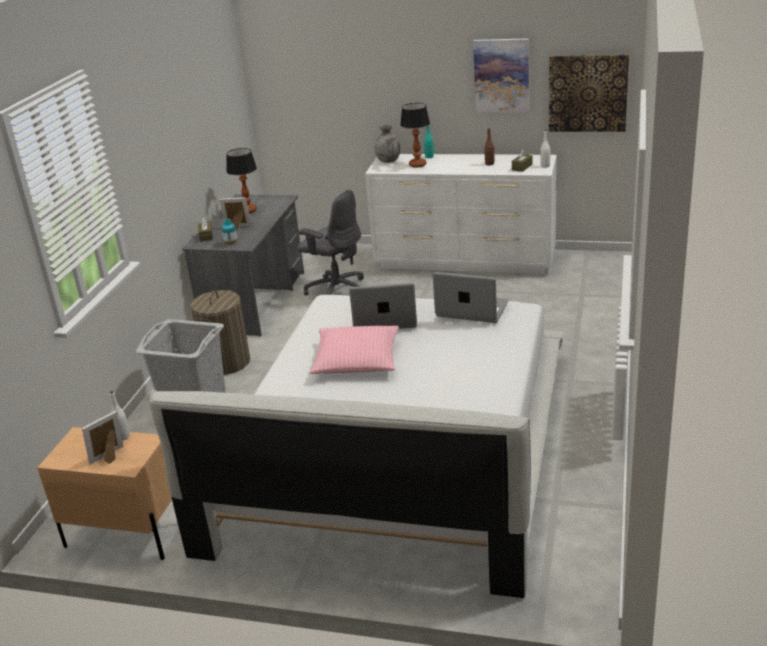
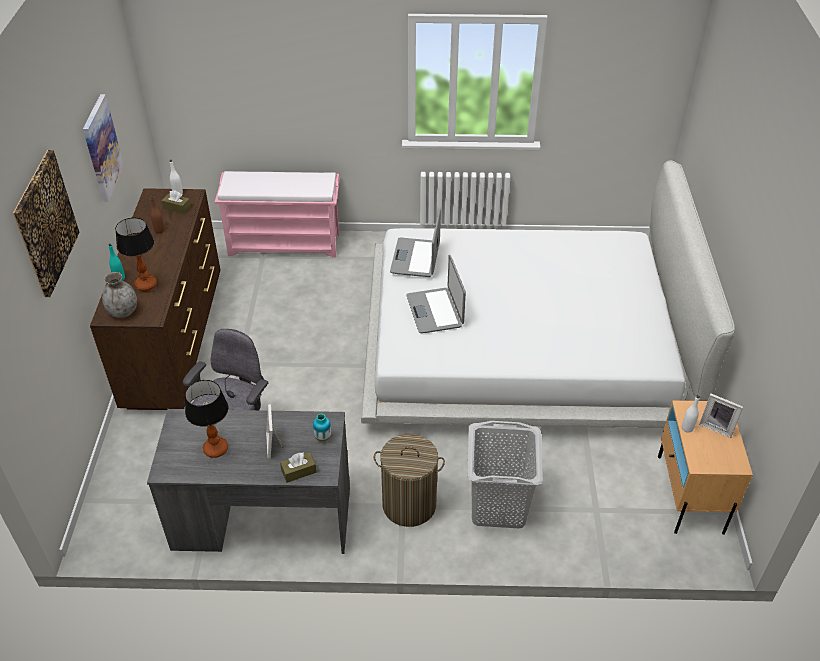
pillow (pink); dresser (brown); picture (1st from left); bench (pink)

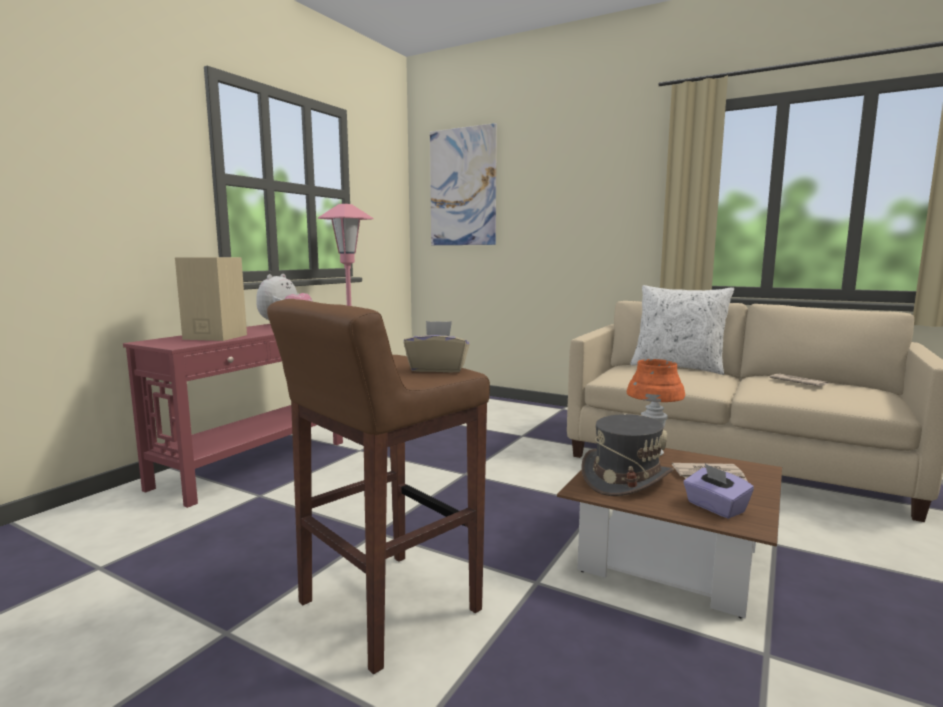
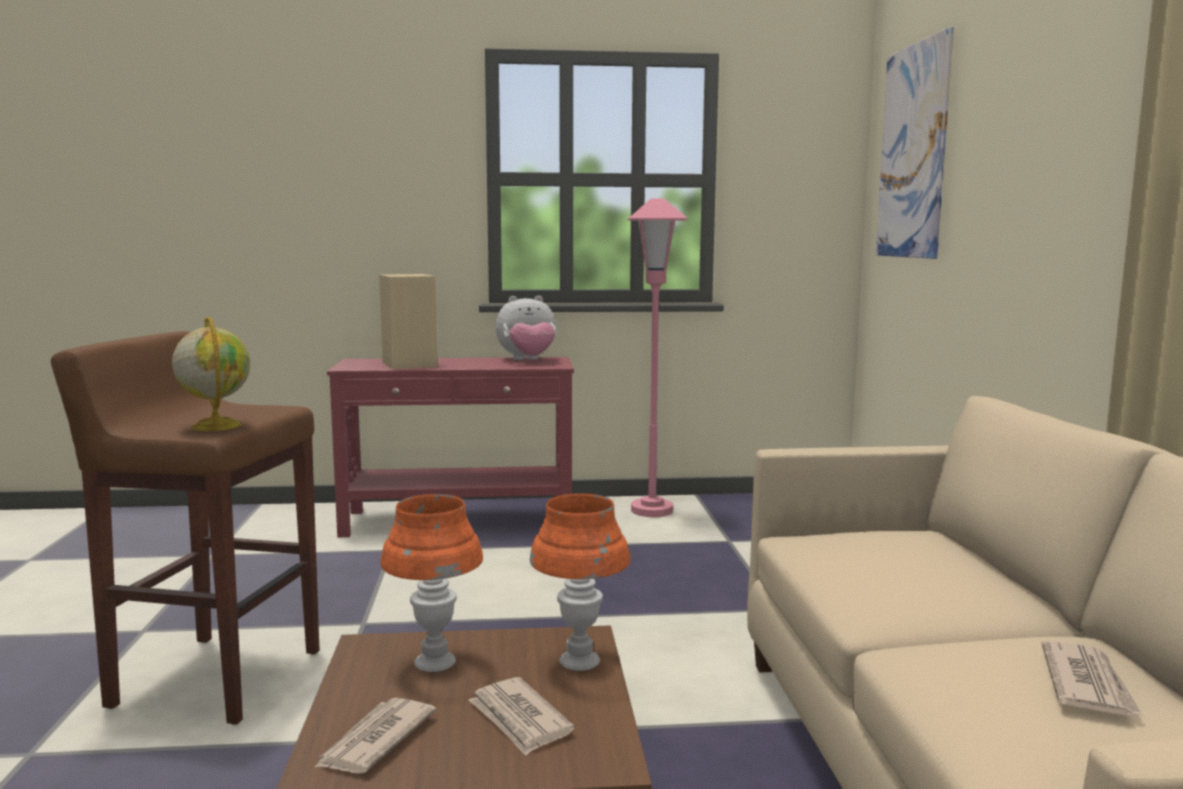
globe; table lamp (orange) (1st from left); pillow (white); newspaper (1st from left)

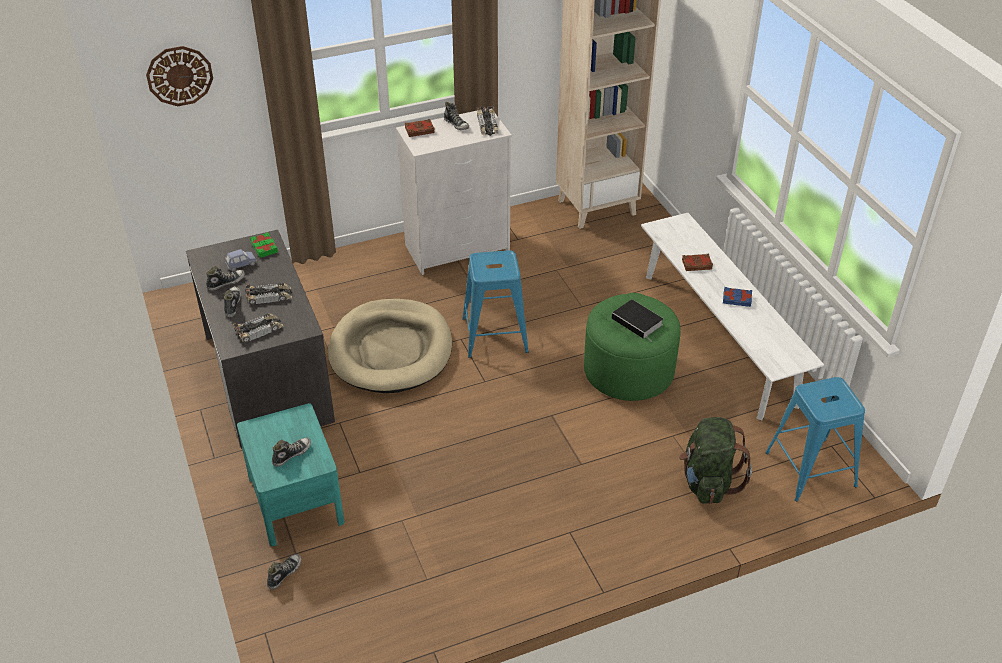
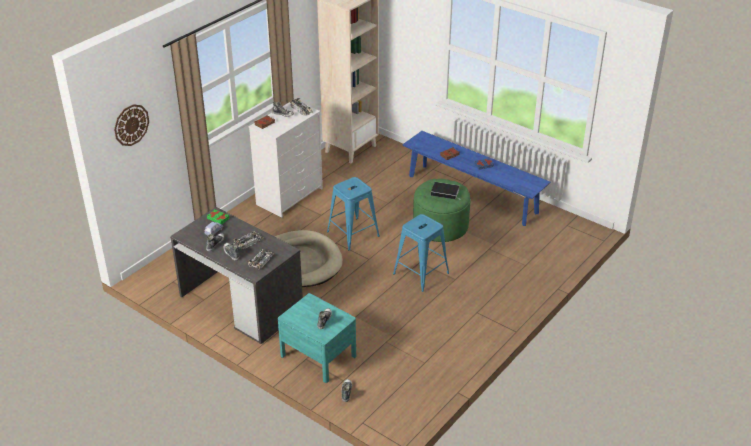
bench (blue); backpack (green); stool (blue) (2nd from left)

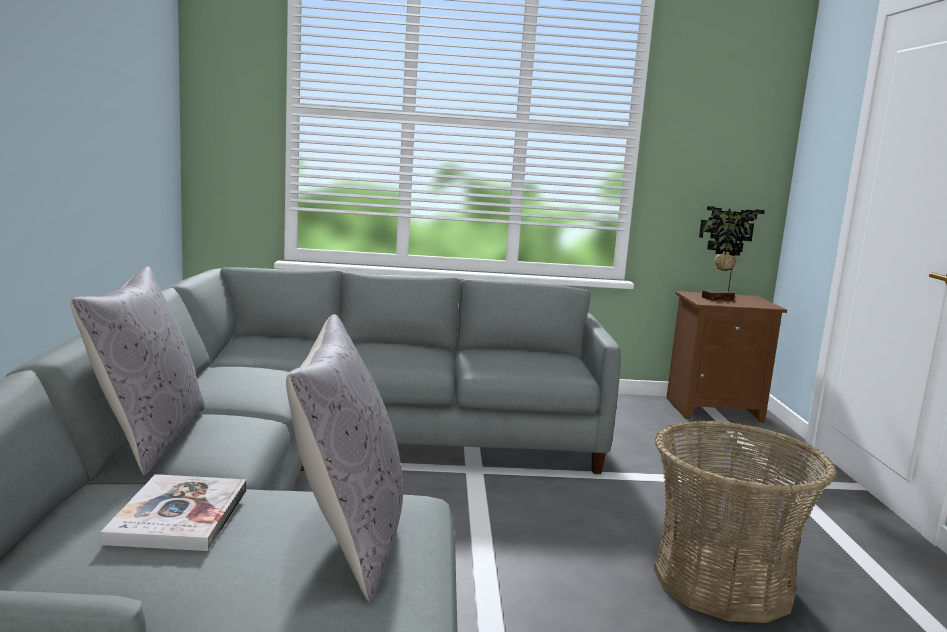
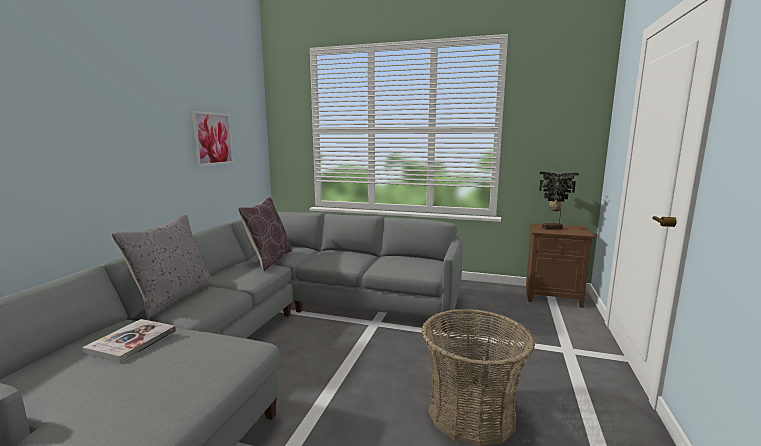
pillow (grey) (2nd from left in the first image); picture; pillow (brown)

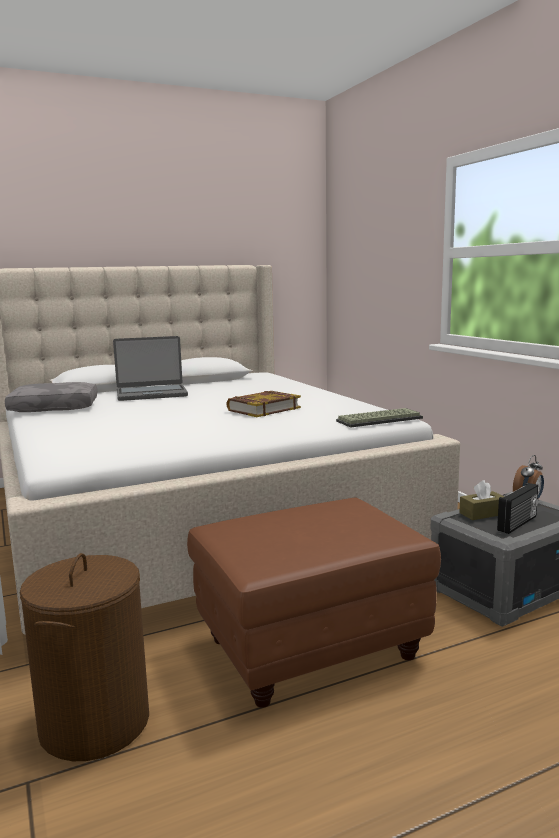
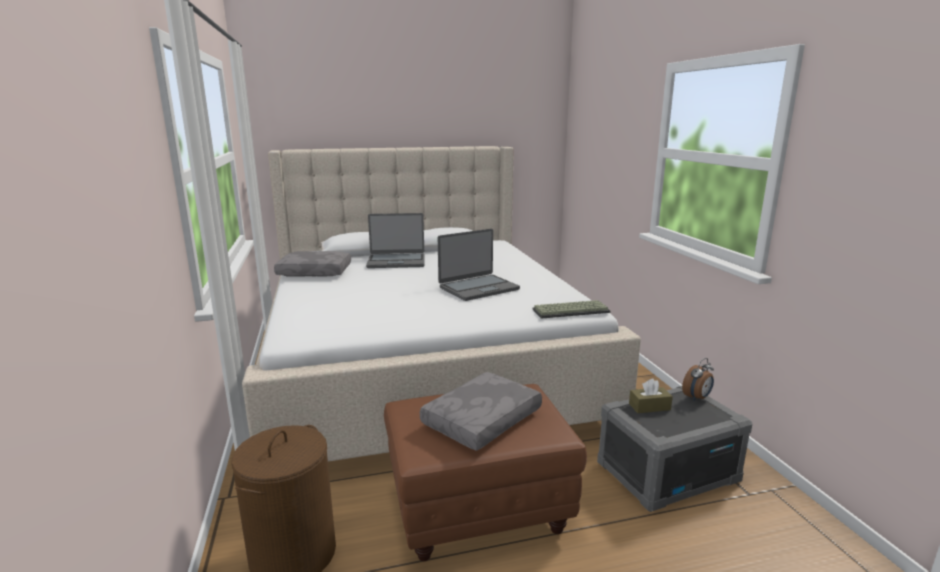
laptop (2nd from left); radio; pillow (grey) (2nd from left)

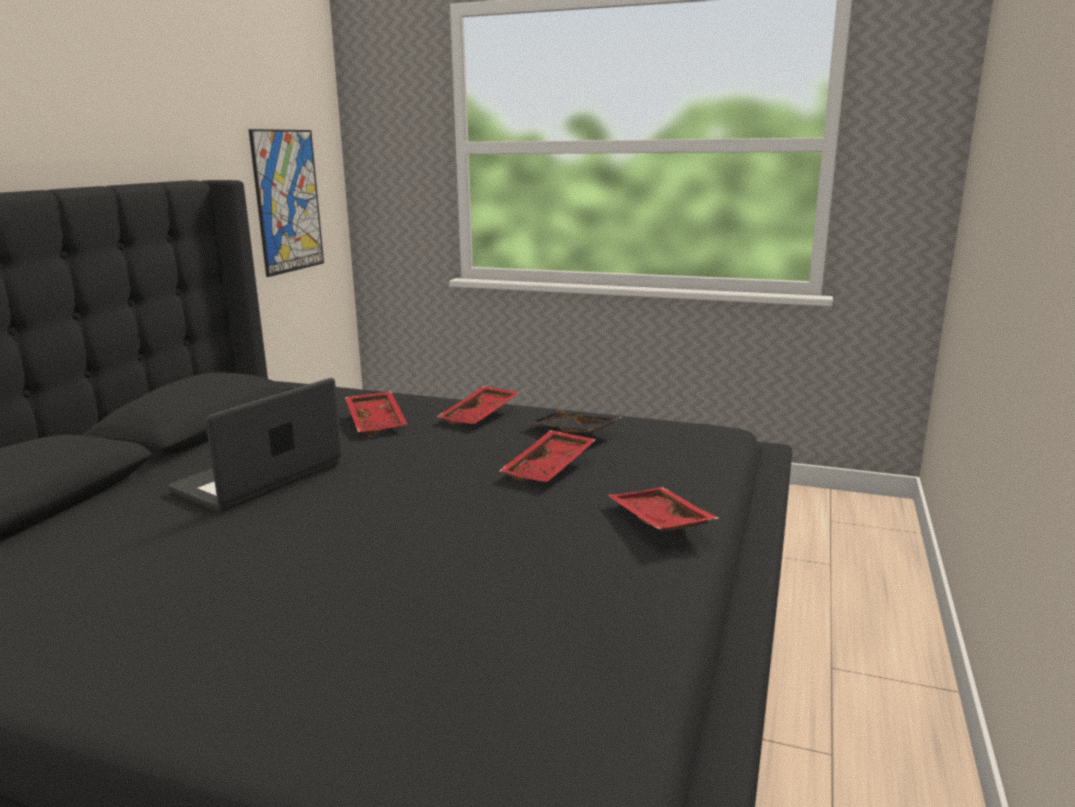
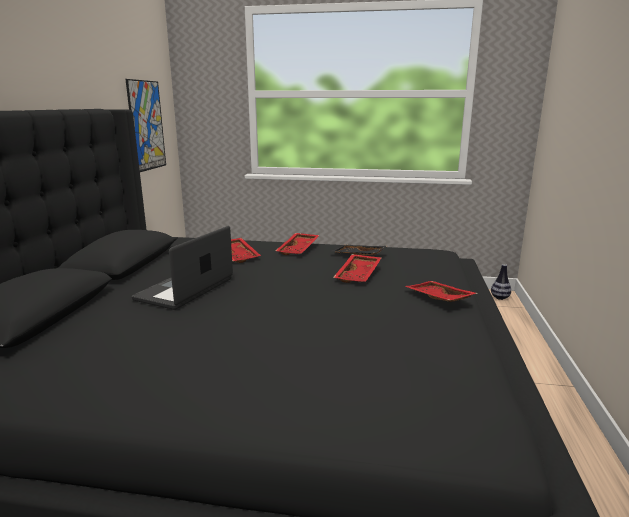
vase

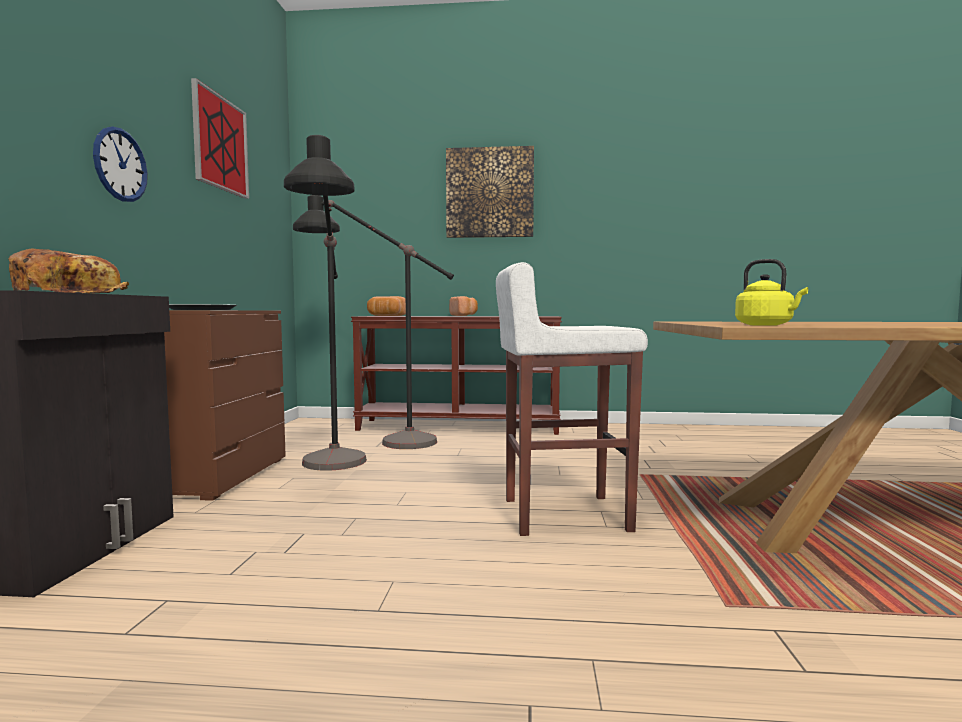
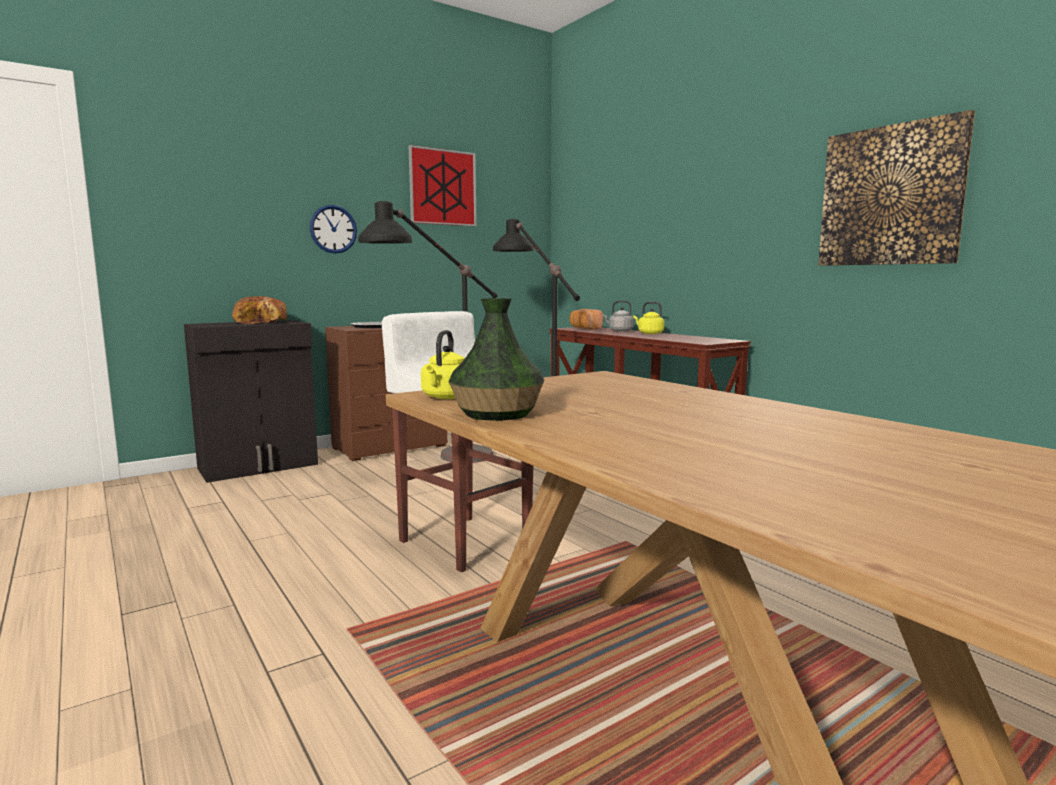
picture (2nd from left); kettle (yellow) (2nd from left); vase; kettle (grey)

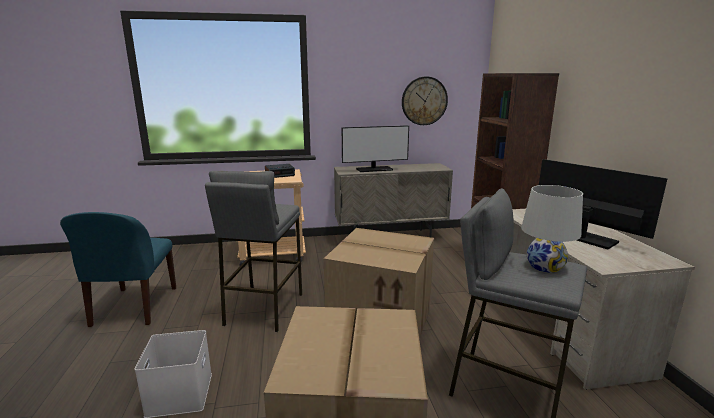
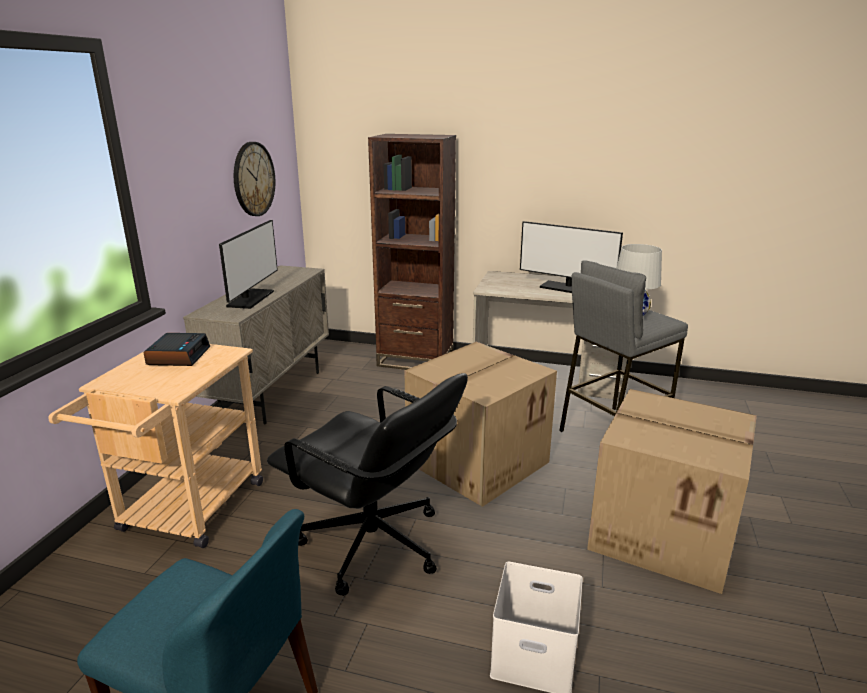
office chair (black); monitor (2nd from left)

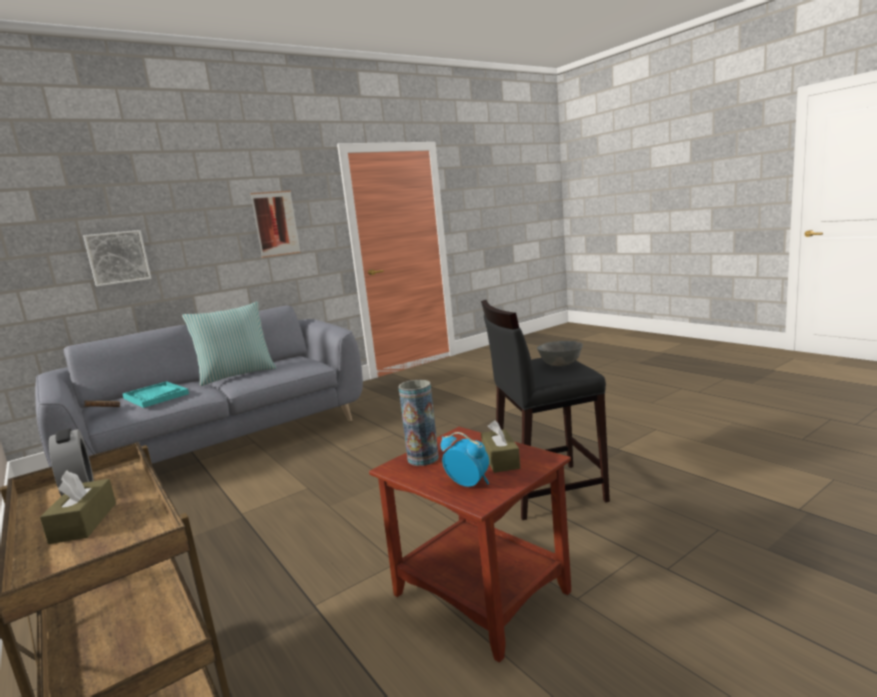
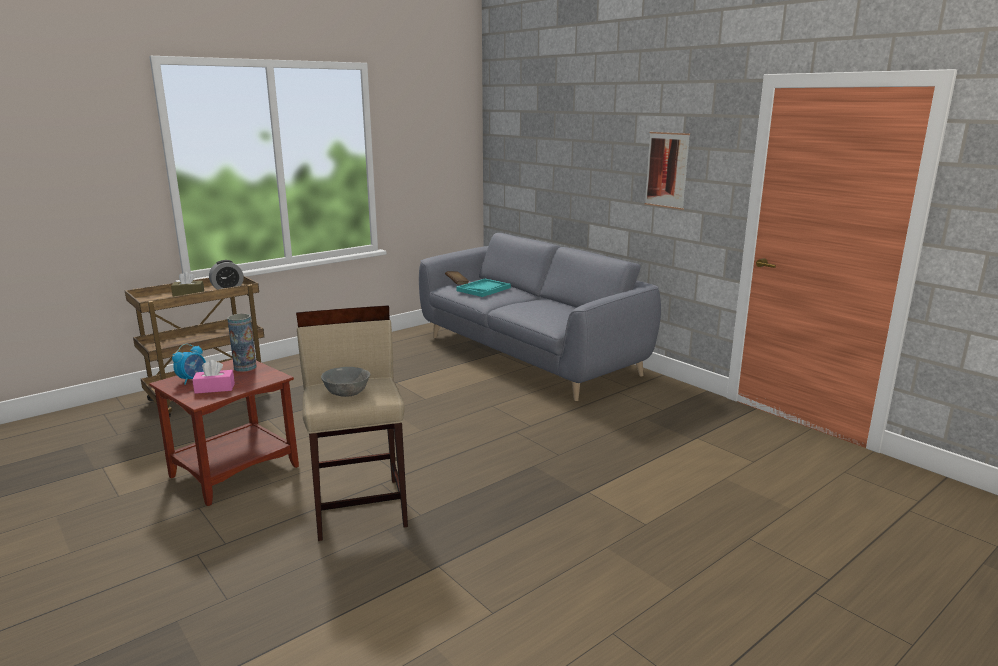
picture (1st from left in the first image); pillow; stool (beige); tissue box (pink)

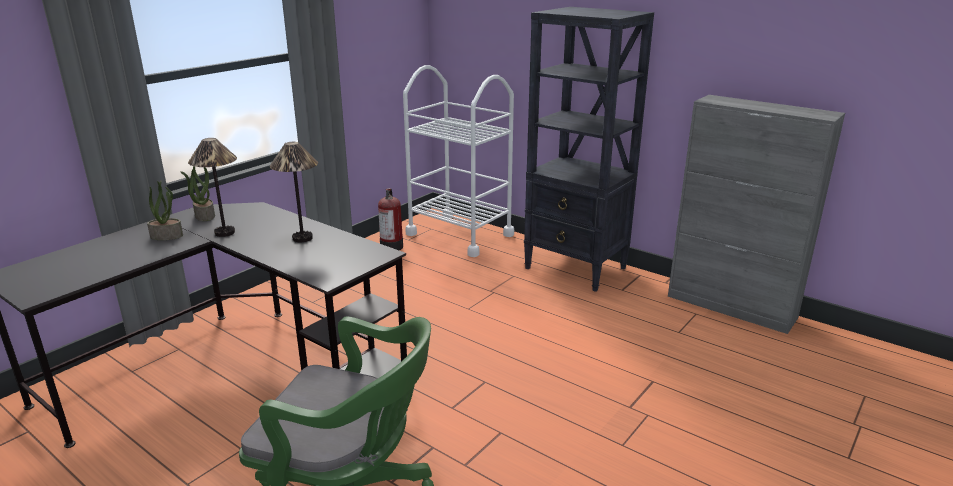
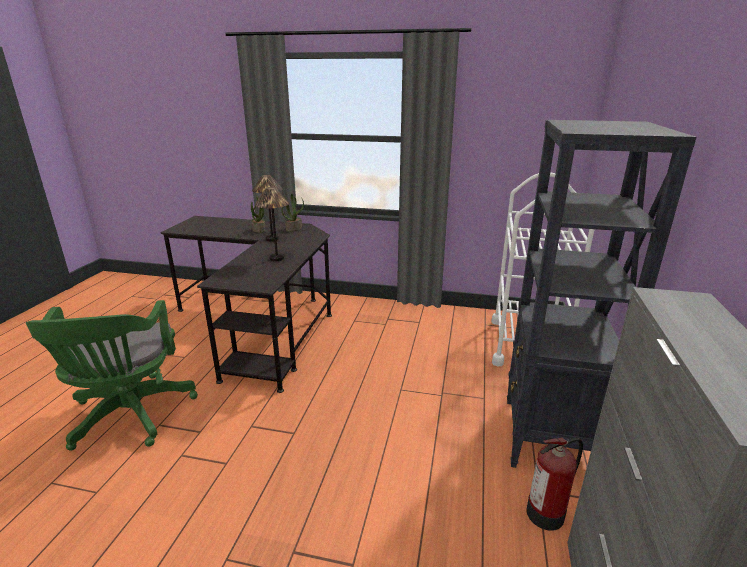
fire extinguisher

